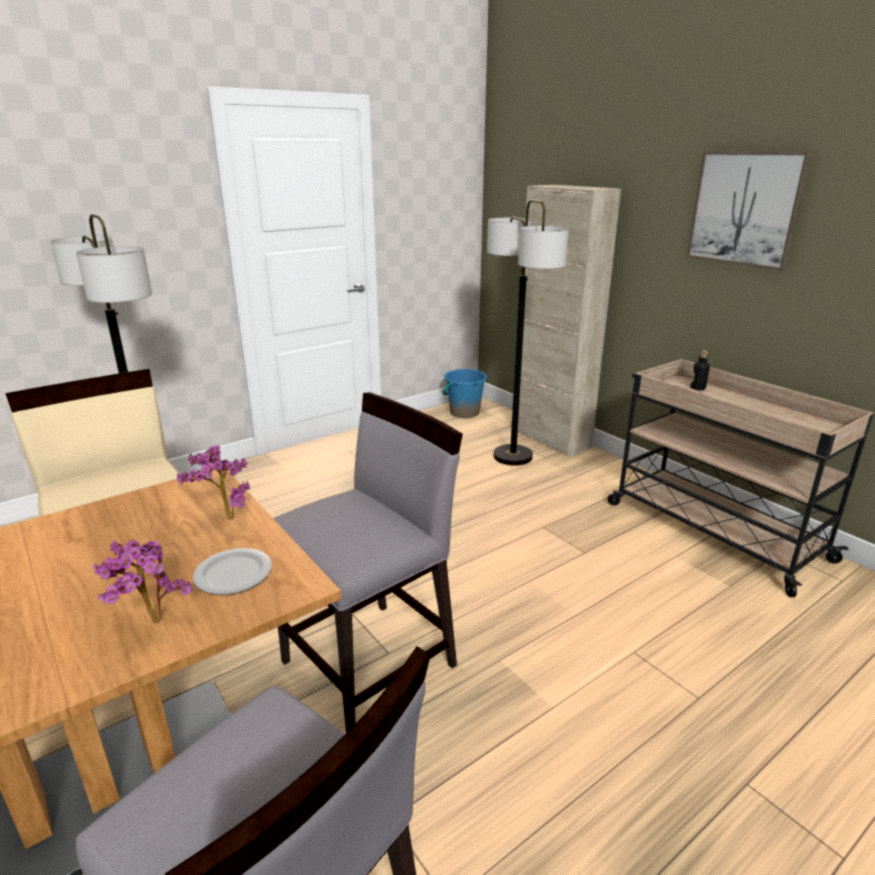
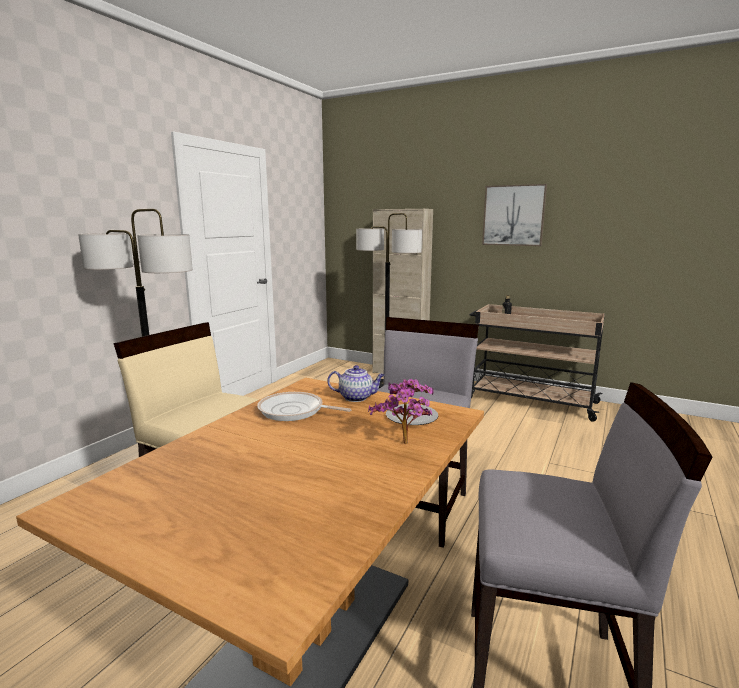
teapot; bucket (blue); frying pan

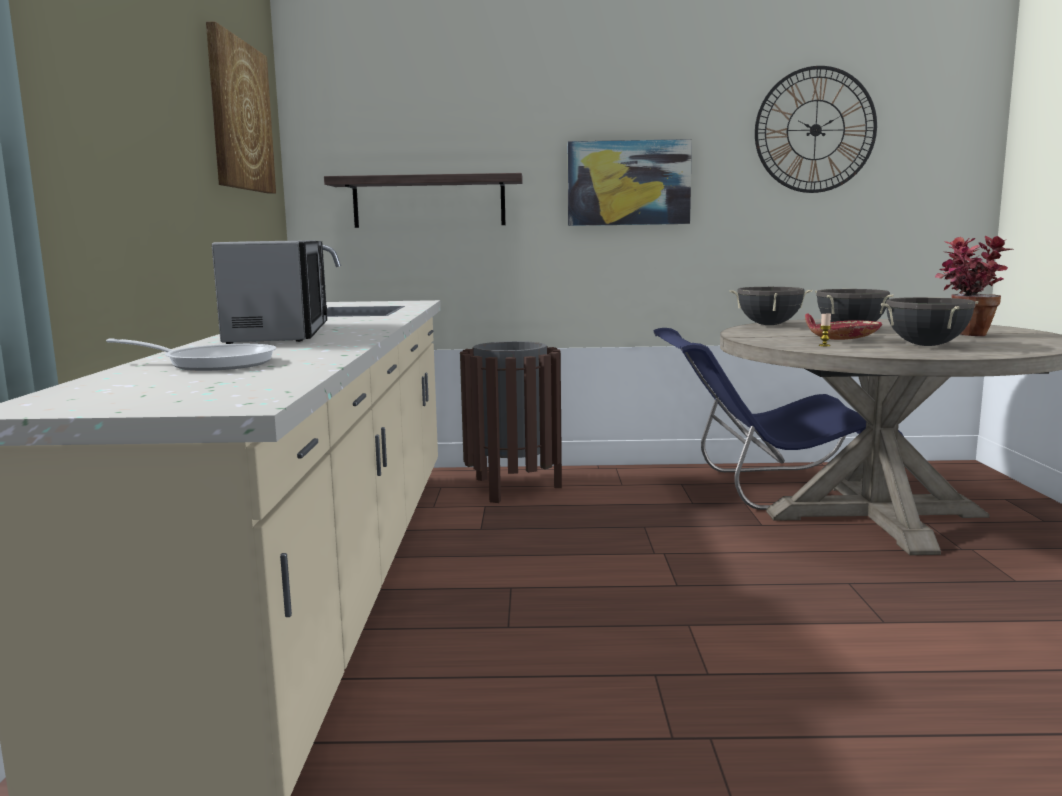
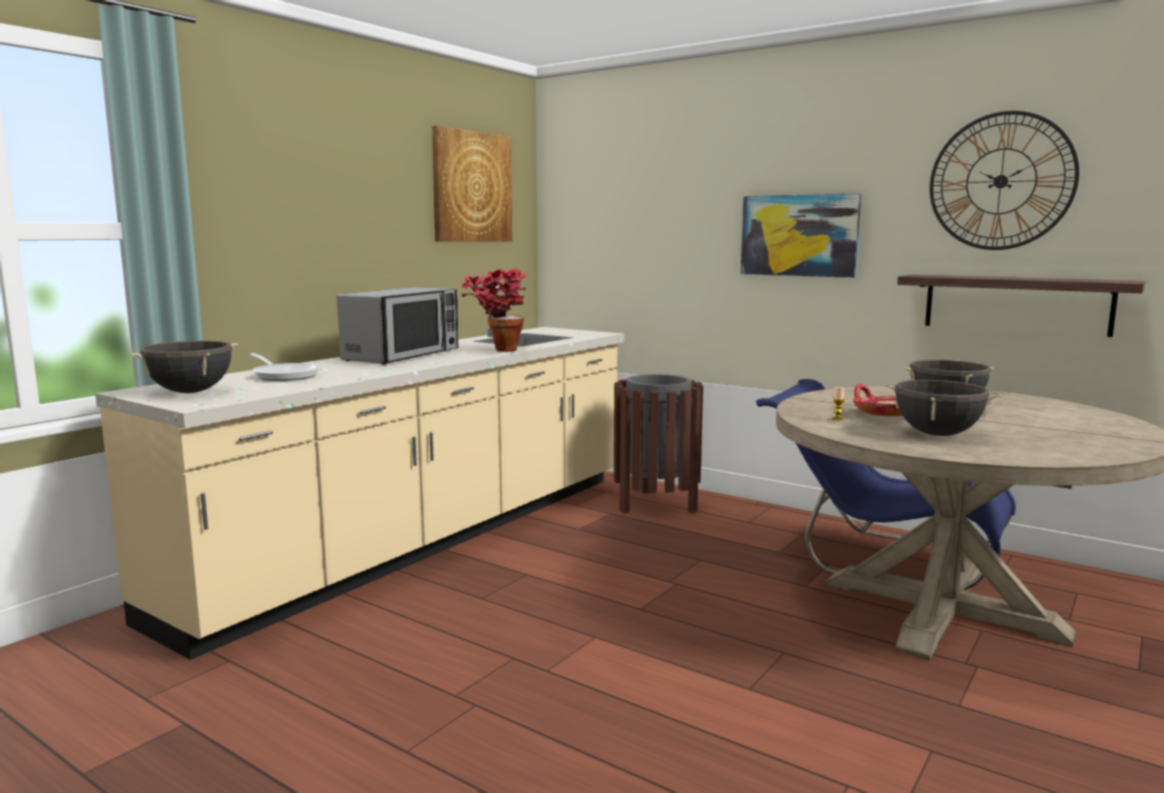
shelf; cooking pot (black) (1st from left); potted plant

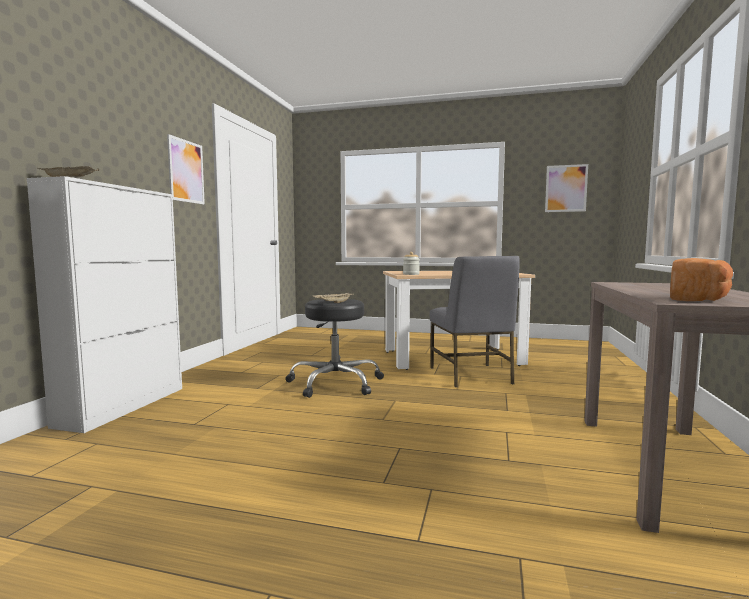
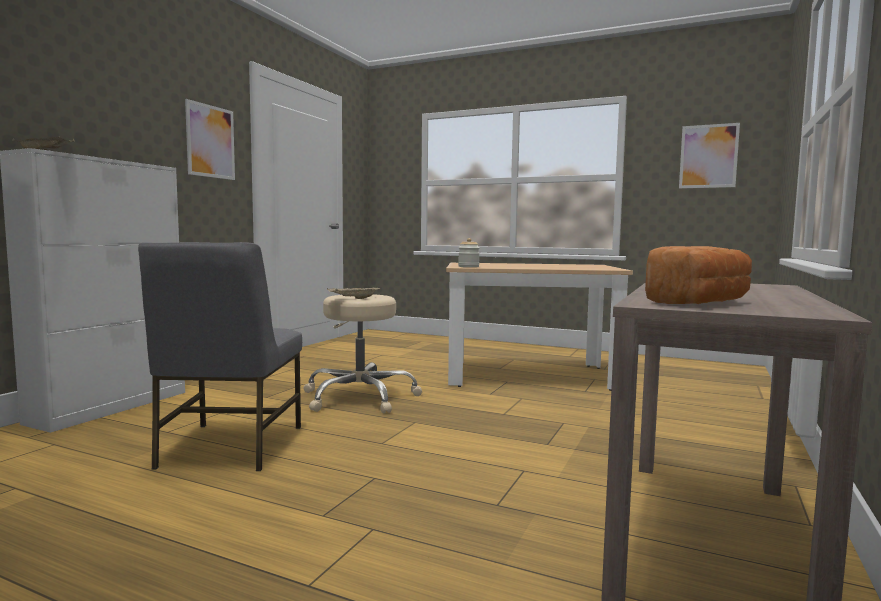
stool (beige); chair (grey)

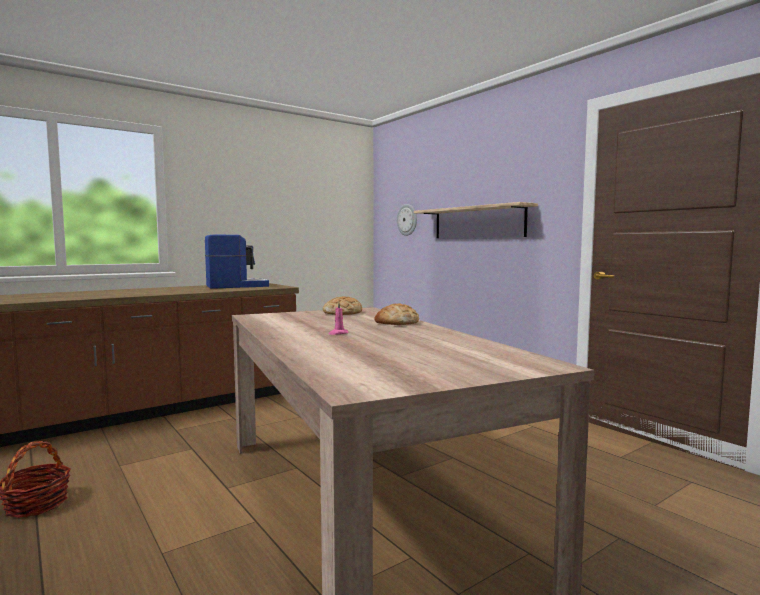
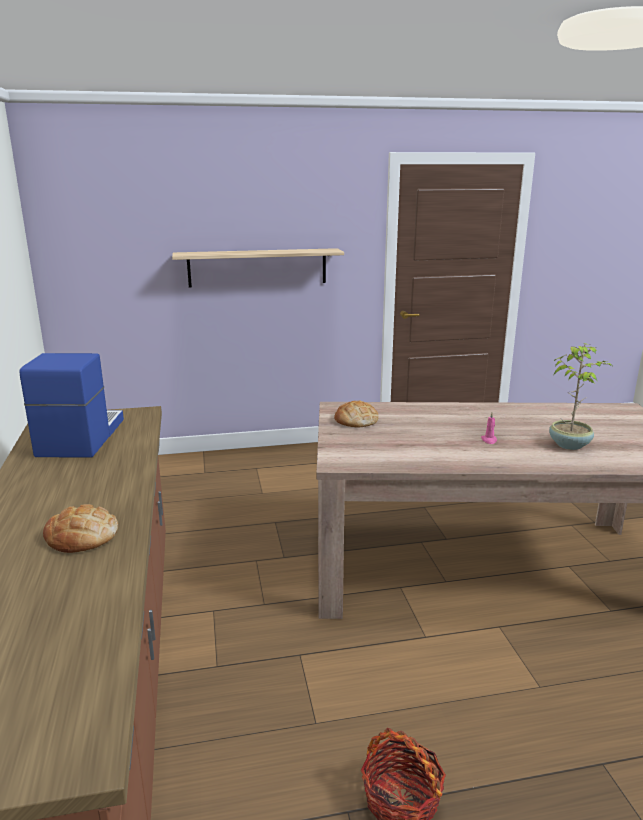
bread (1st from left); wall clock; potted plant

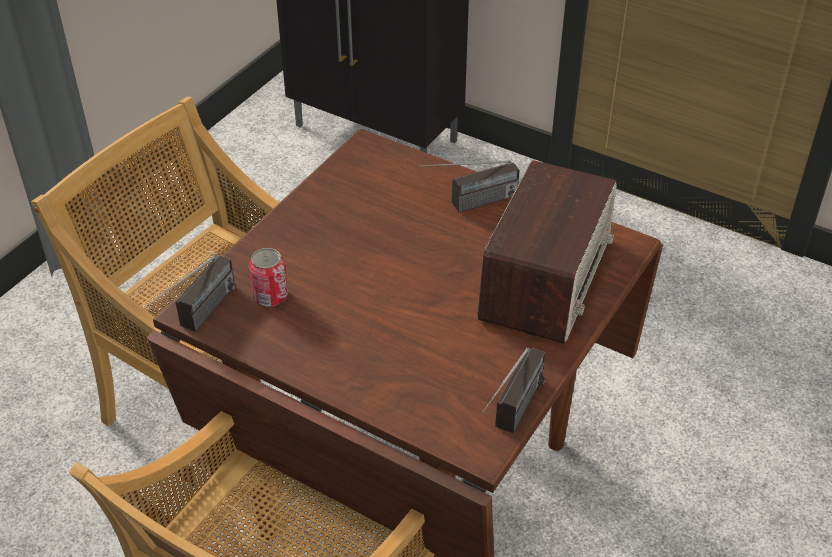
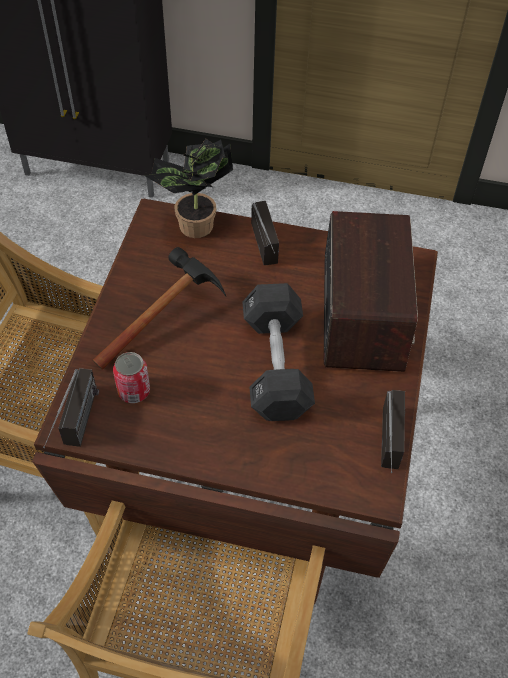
radio (2nd from left); hammer; potted plant; dumbbell (black)

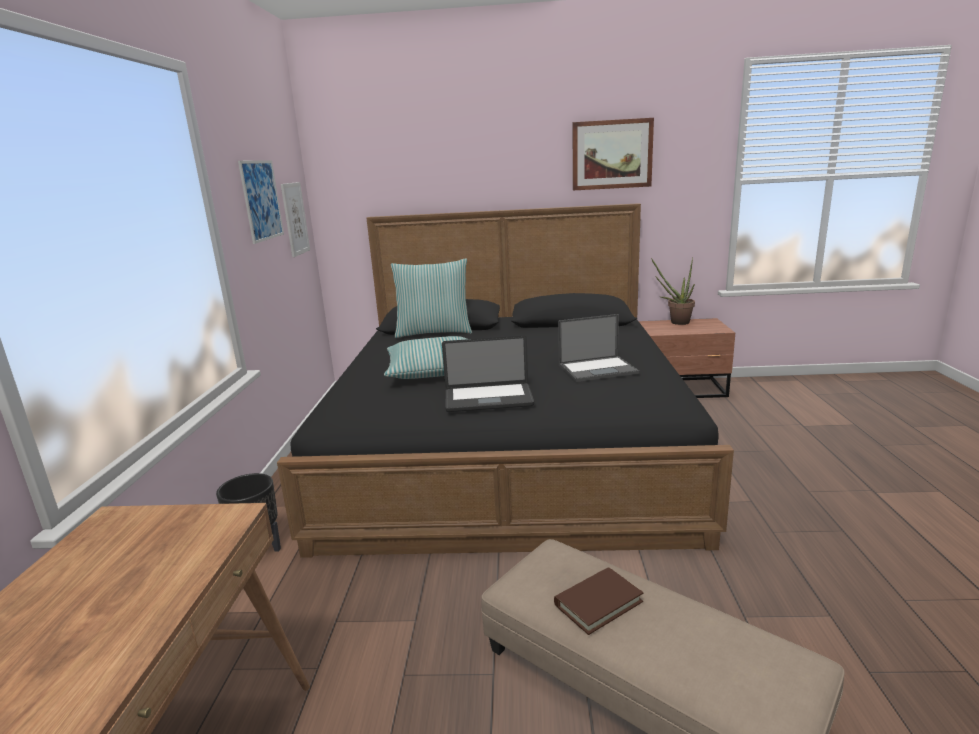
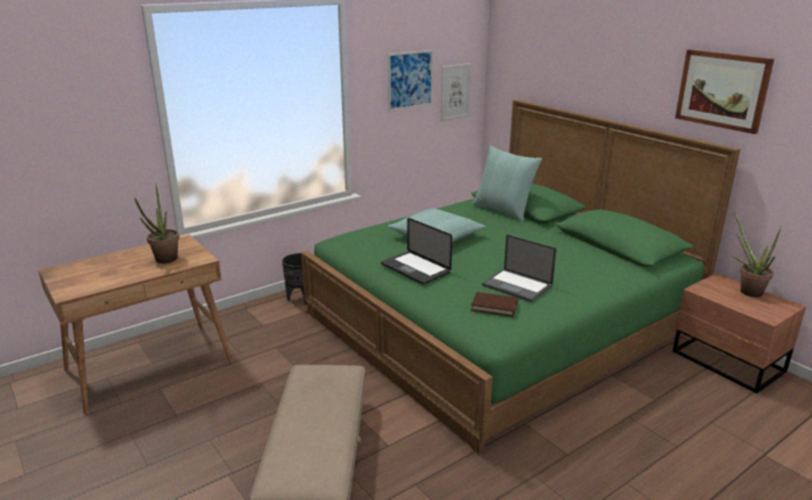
bed (green); book (brown); potted plant (1st from left)

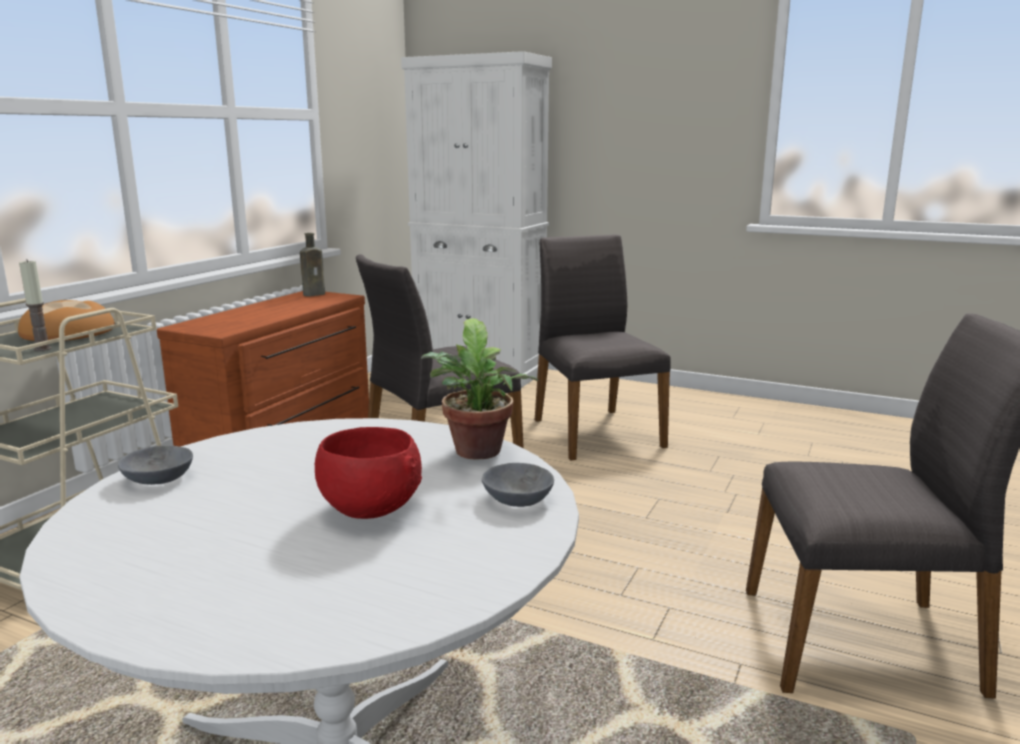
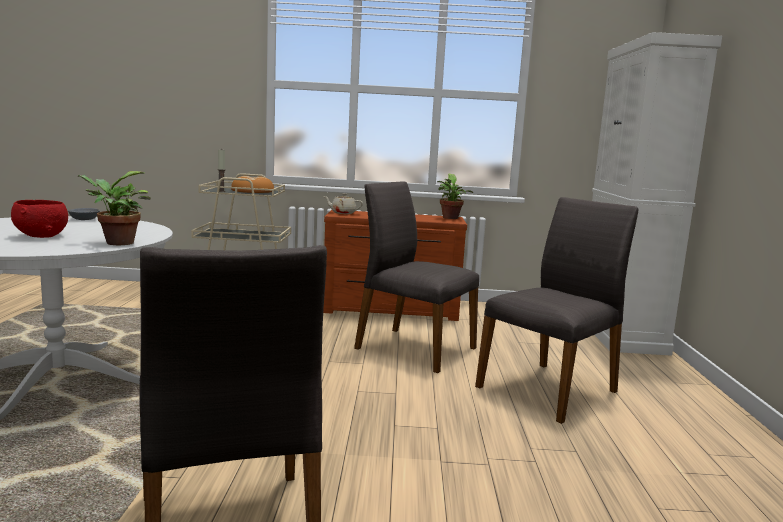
potted plant (2nd from left); bowl (grey) (2nd from left in the first image); teapot (beige)

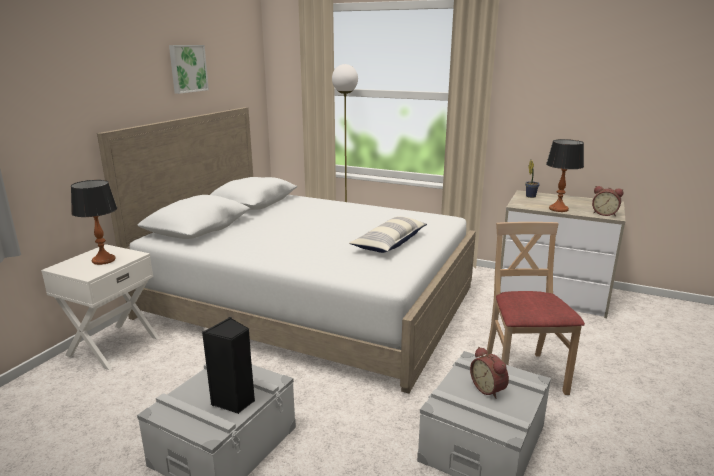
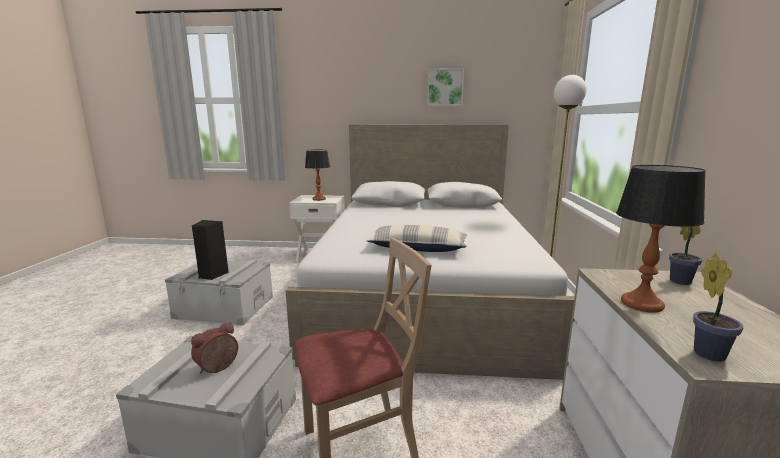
potted plant (2nd from left)

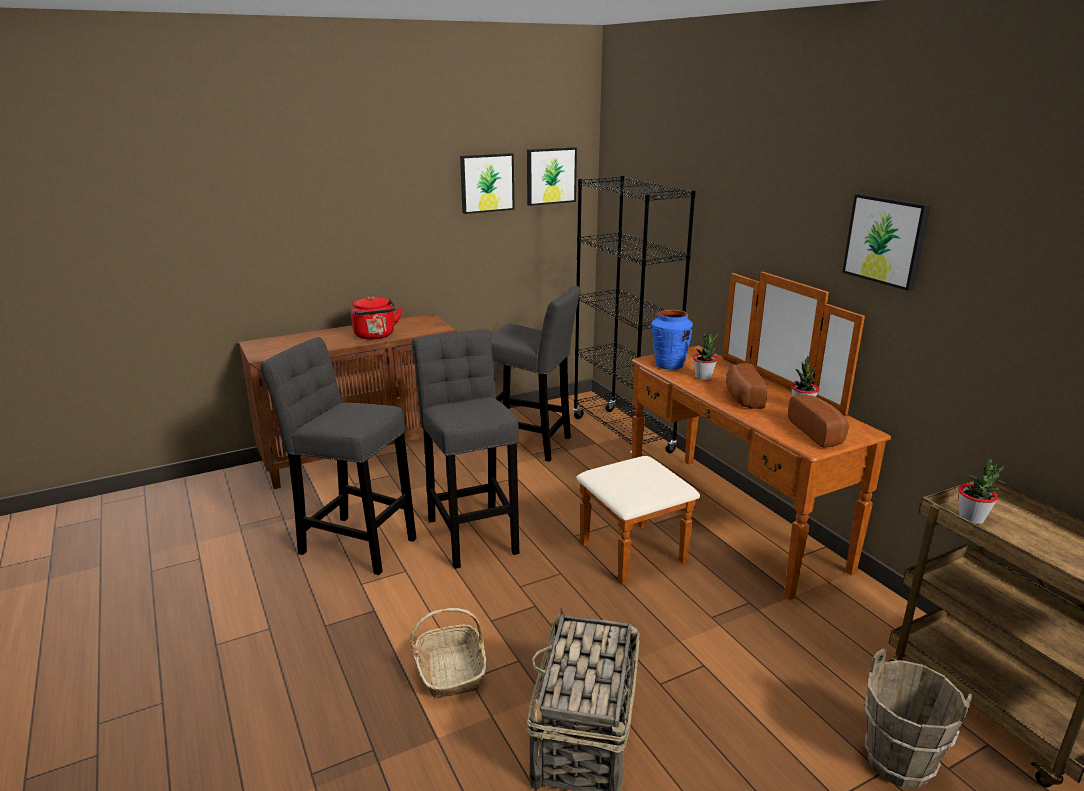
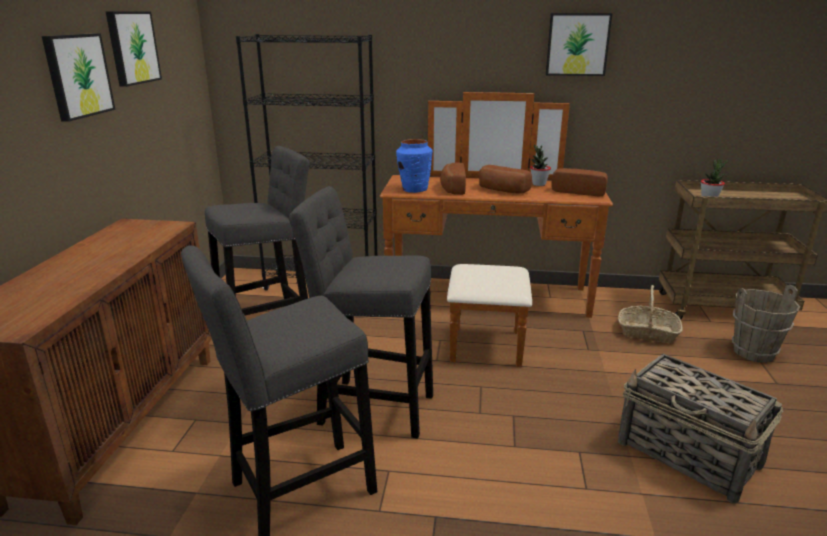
kettle (red); basket (1st from left); picture (1st from left); bread (1st from left)

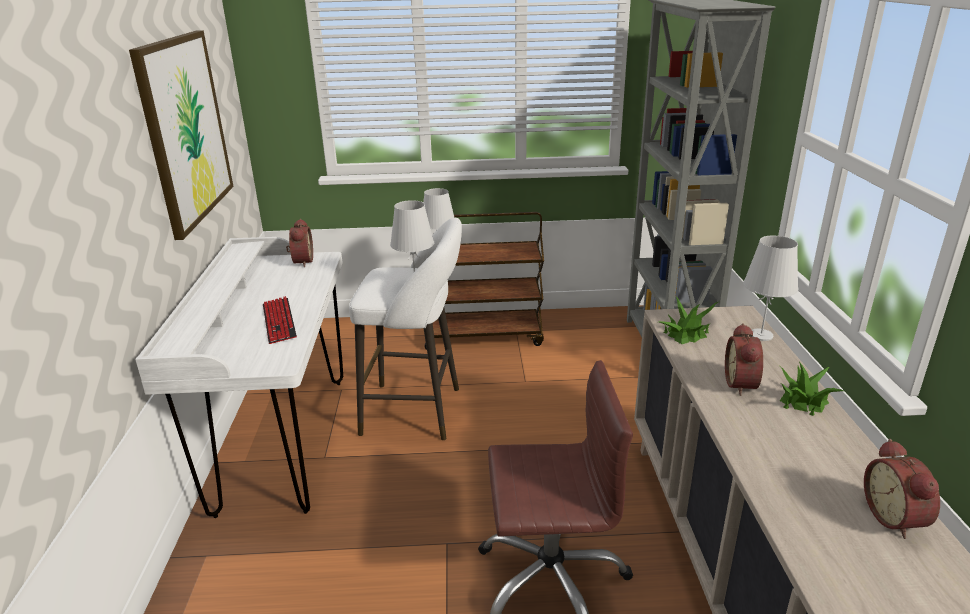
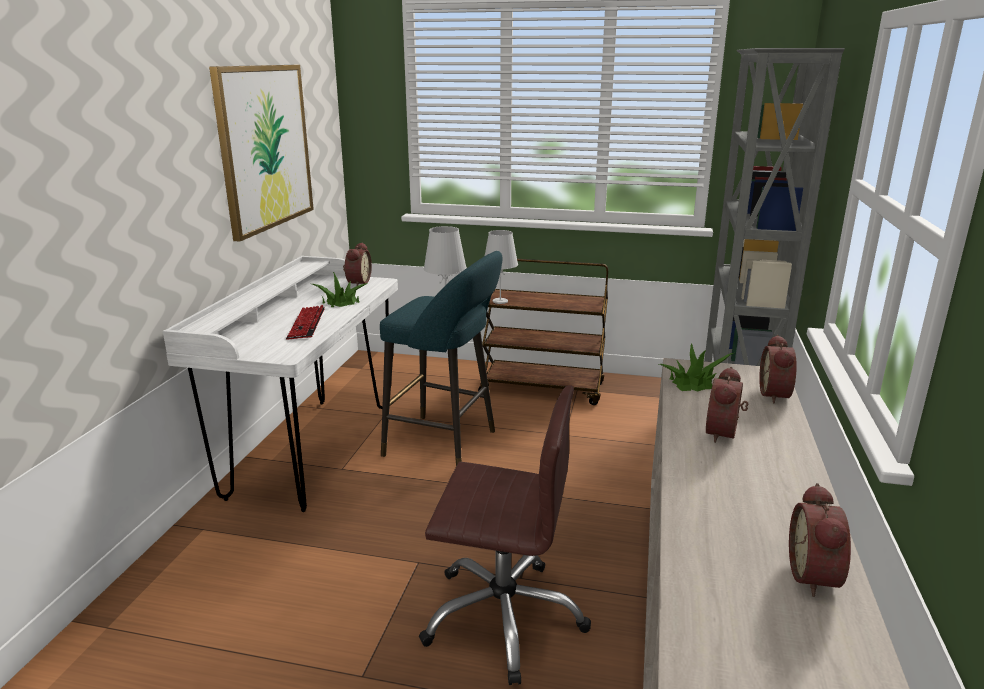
stool (turquoise); alarm clock (3rd from left); potted plant (1st from left)

